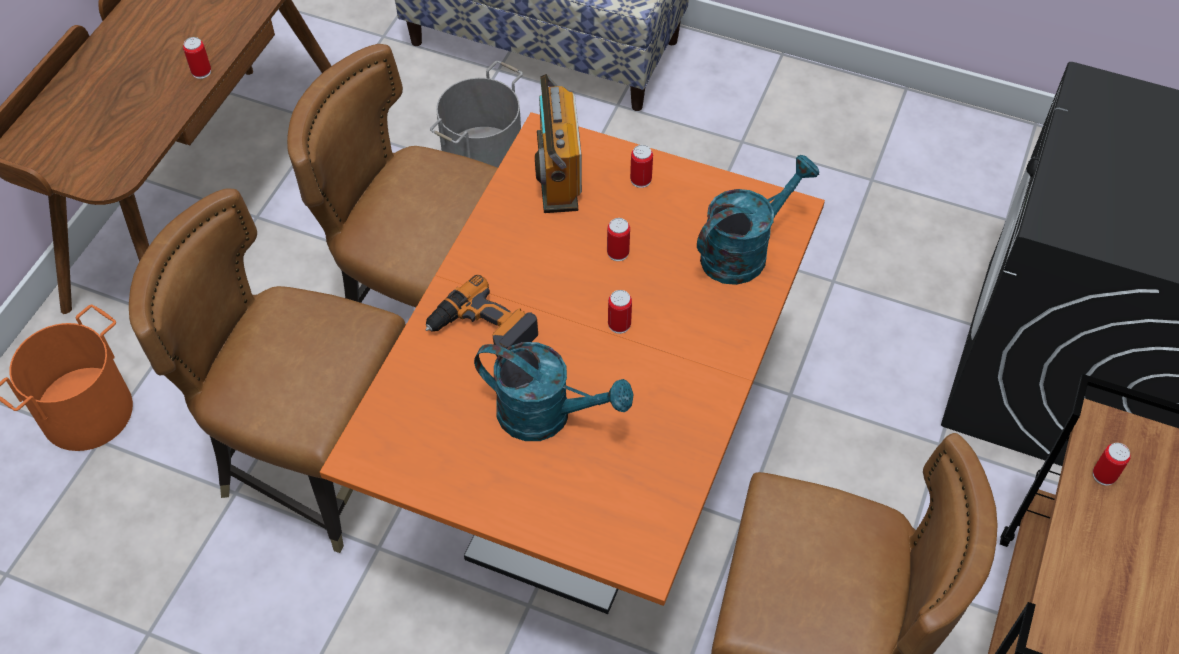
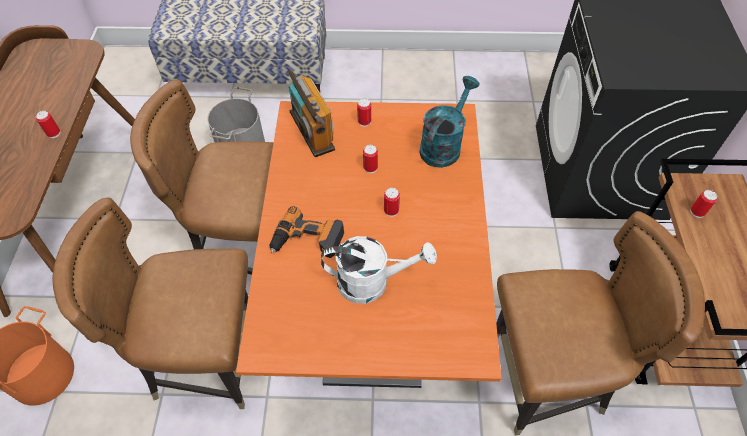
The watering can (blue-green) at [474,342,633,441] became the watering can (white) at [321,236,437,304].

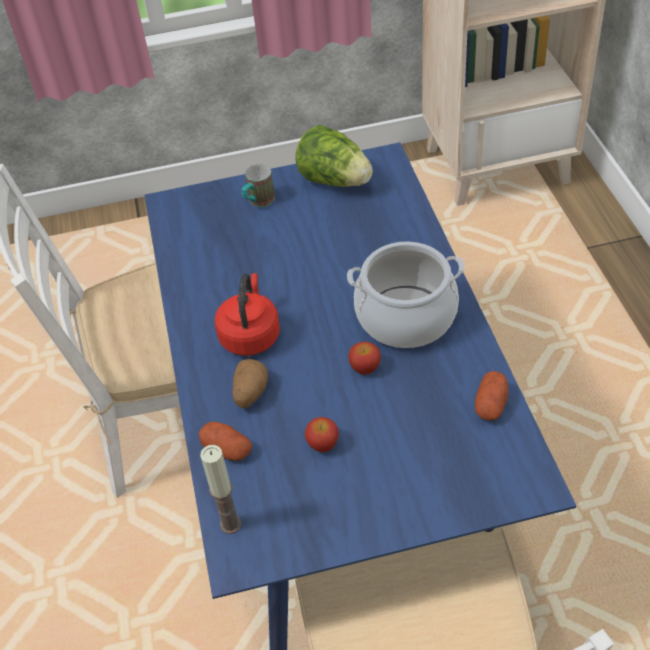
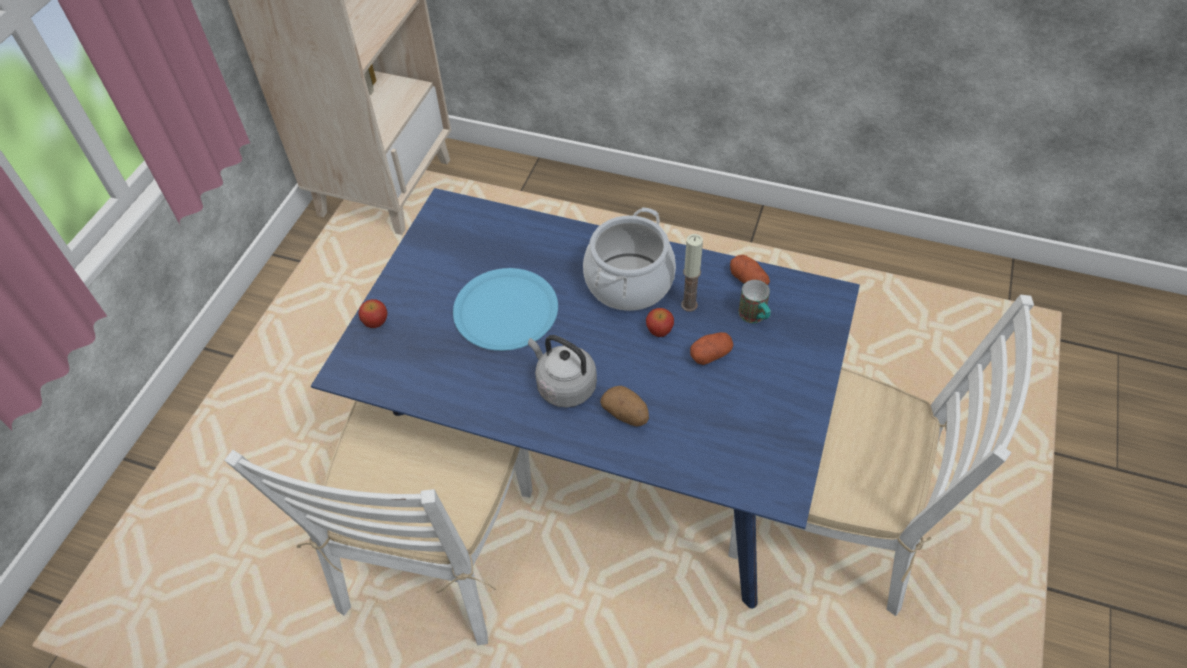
The spud moved from [199,422,252,461] to [690,332,733,365]. The wax candle moved from [200,445,241,534] to [681,234,703,312]. The kettle (red-coloured) at [215,273,280,356] became the kettle (greyish) at [528,335,597,408]. The mug moved from [242,164,275,207] to [739,280,771,323]. The head of lettuce at [295,125,373,187] disappeared. The apple moved from [305,417,339,452] to [358,299,388,328]. The flat dish (blue) at [453,268,558,351] appeared.

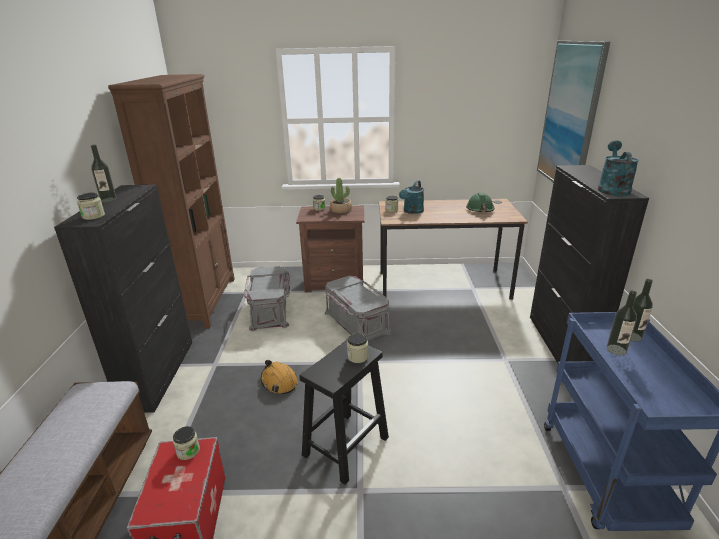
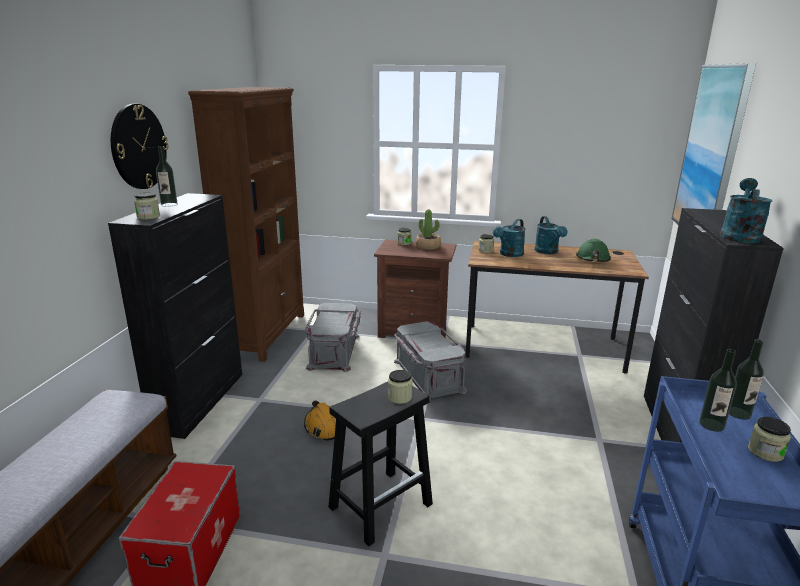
The preserve jar moved from [173,426,200,460] to [748,417,791,462]. The hanging clock at [111,104,168,189] appeared. The watering can (blue-green) at [535,216,568,254] appeared.

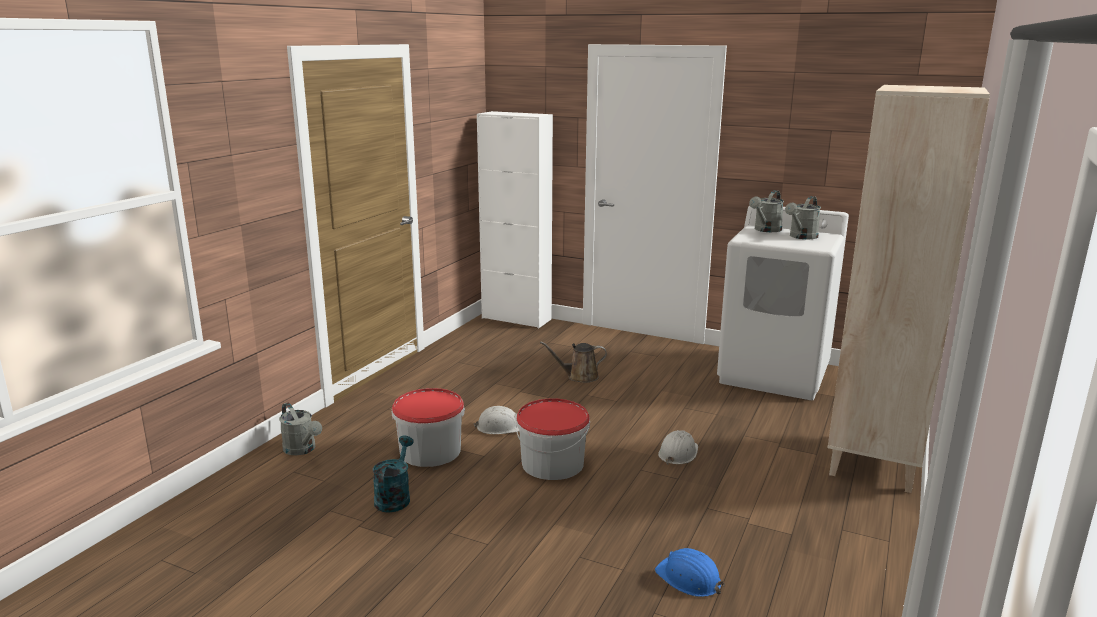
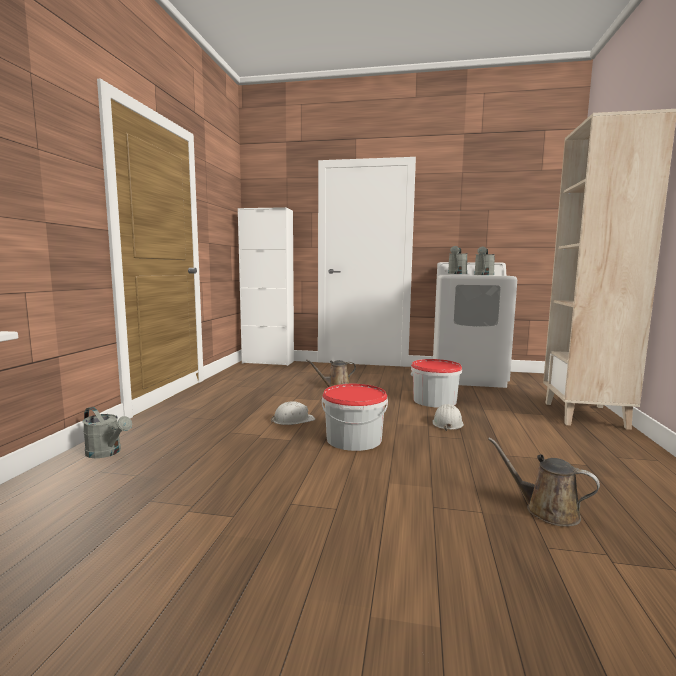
The watering can (blue-green) at [373,436,414,513] disappeared. The bucket moved from [392,388,465,467] to [411,359,462,408]. The safety helmet (blue) at [655,548,725,597] was replaced by the watering can (brown) at [488,437,600,527].

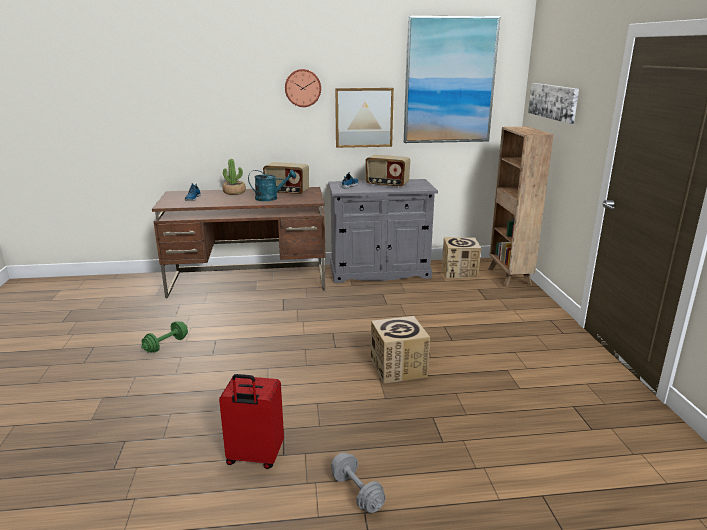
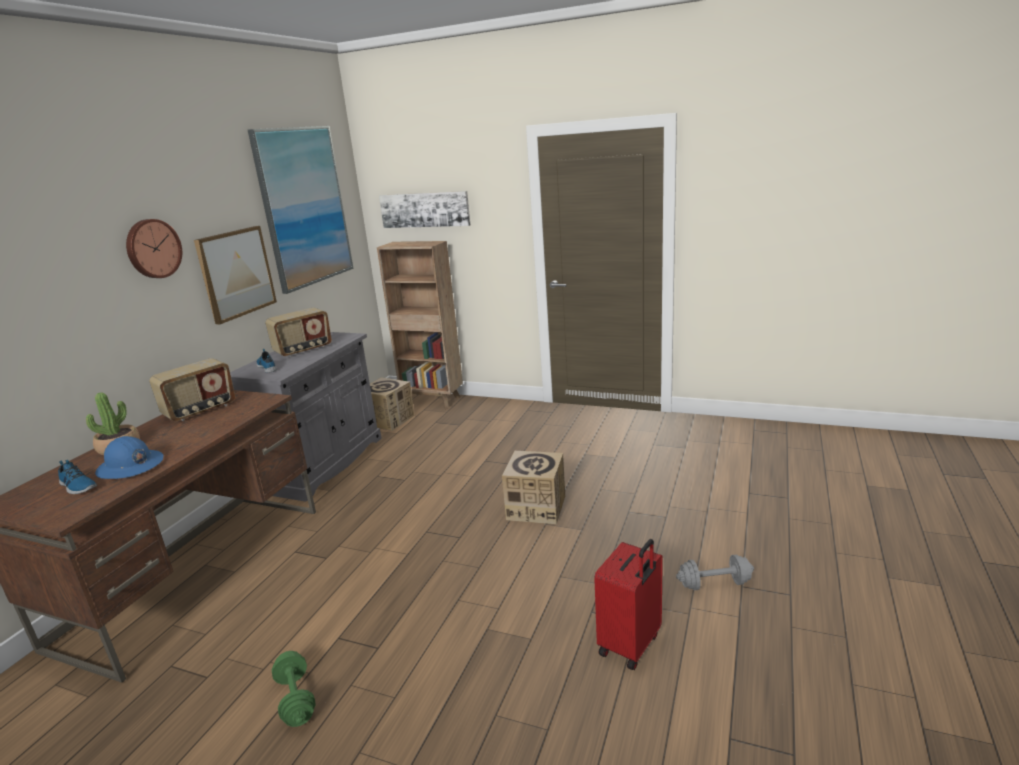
The watering can (blue-green) at [248,170,296,201] disappeared. The safety helmet (blue) at [95,436,164,479] appeared.

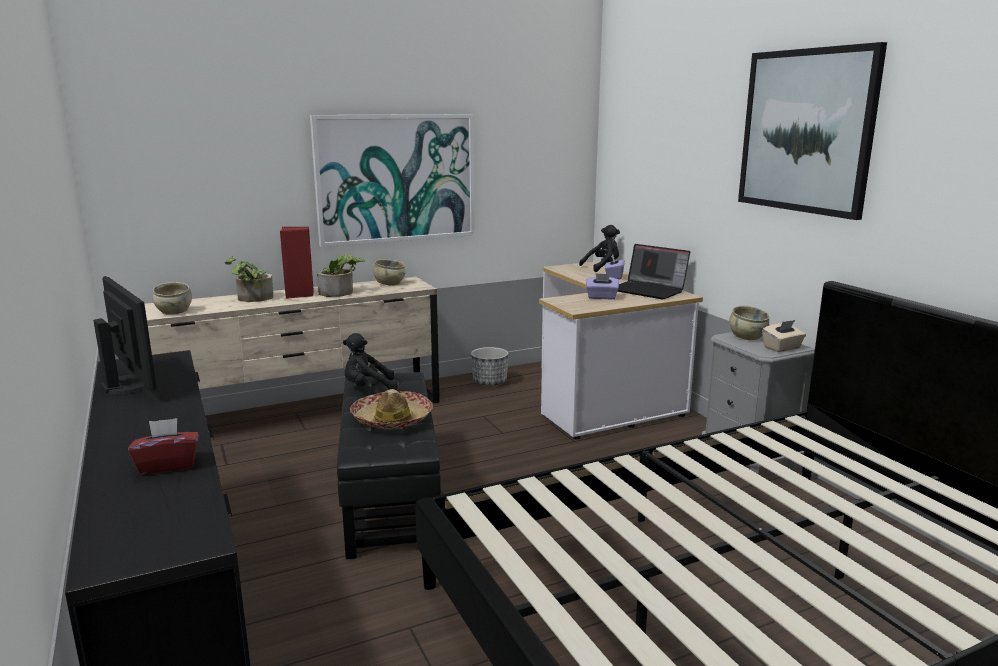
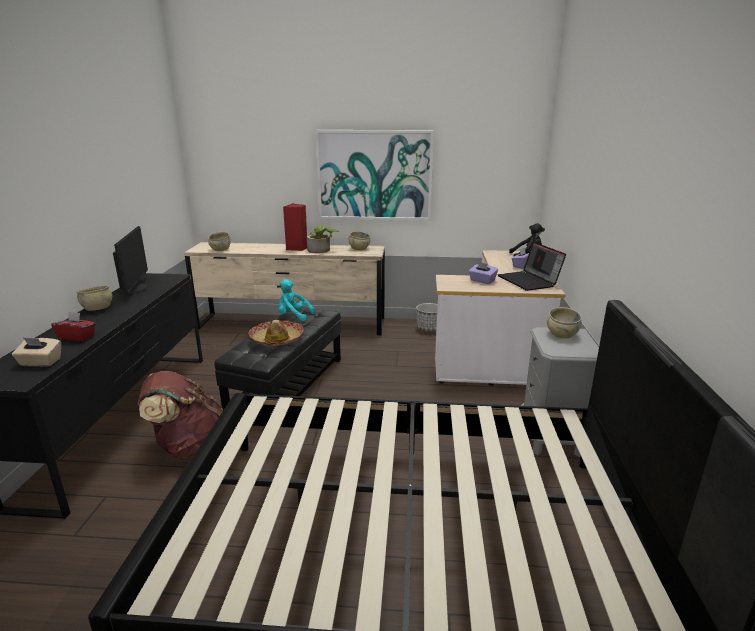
The houseplant at [225,256,273,302] disappeared. The cuddly toy (black) at [343,333,398,390] became the cuddly toy (blue-green) at [278,279,315,321]. The picture at [738,42,887,220] disappeared. The tissue box (beige-coloured) moved from [762,320,806,352] to [12,338,61,367]. The deep dish (beige-coloured) at [77,285,112,311] appeared. The rucksack (brown) at [137,371,223,458] appeared.

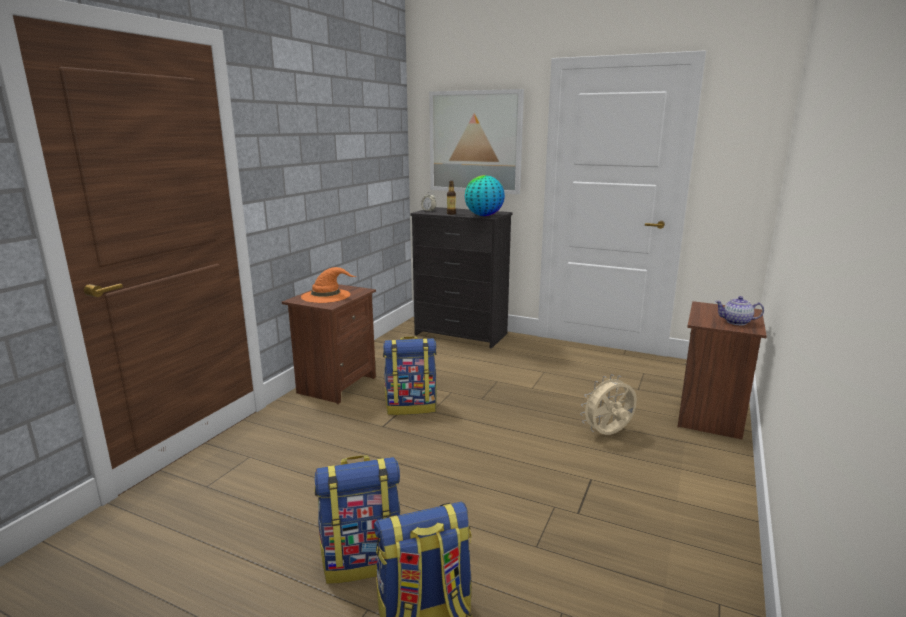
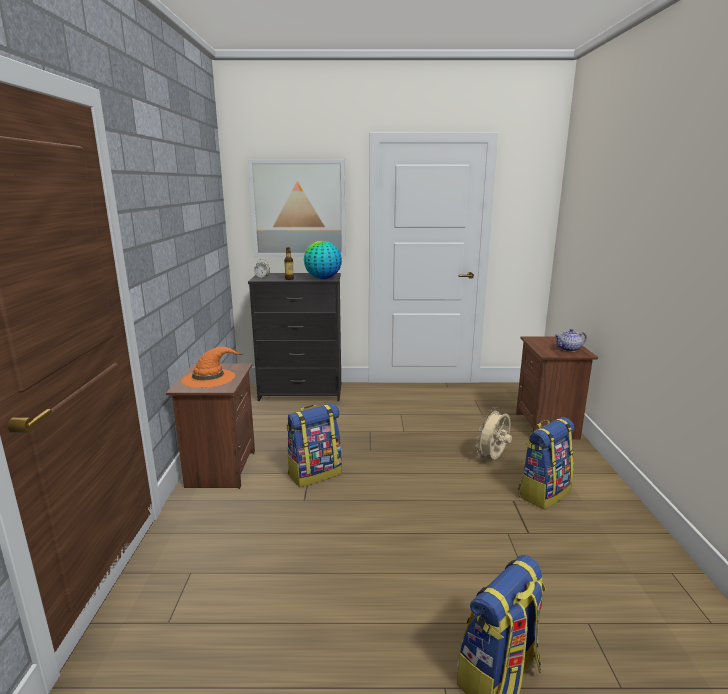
The rucksack moved from [314,455,400,584] to [518,417,575,509].

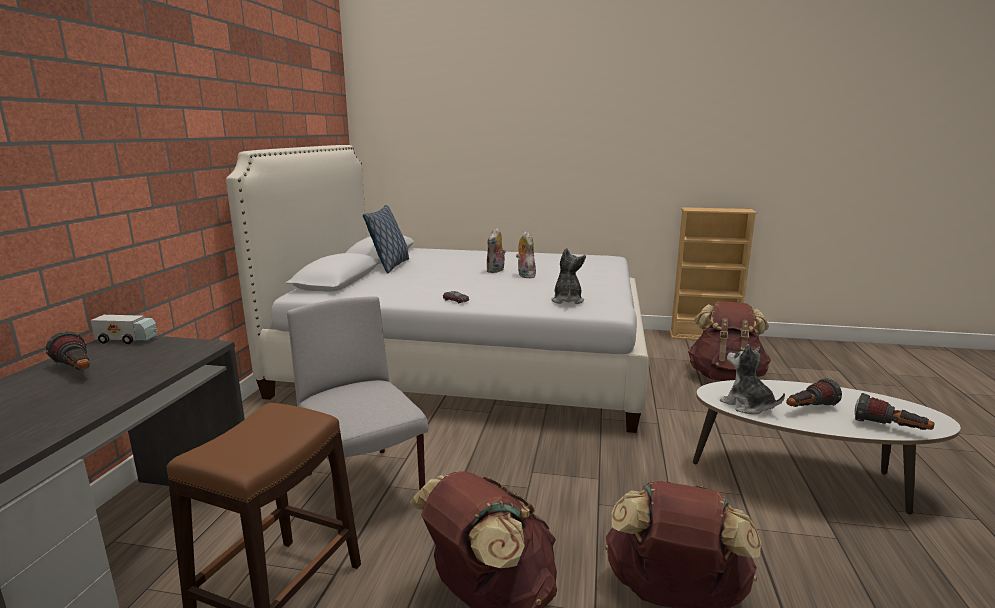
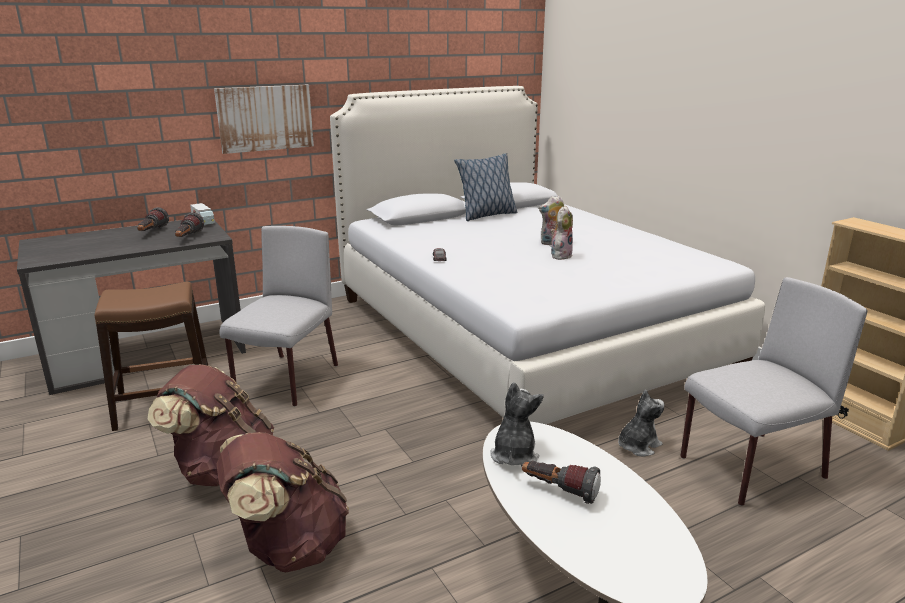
The cuddly toy moved from [551,248,586,304] to [618,390,664,457]. The rucksack (brown) at [688,301,771,381] was replaced by the plain chair (greyish) at [680,277,868,506]. The hand torch moved from [855,393,934,430] to [175,212,204,237]. The picture at [214,85,314,154] appeared.

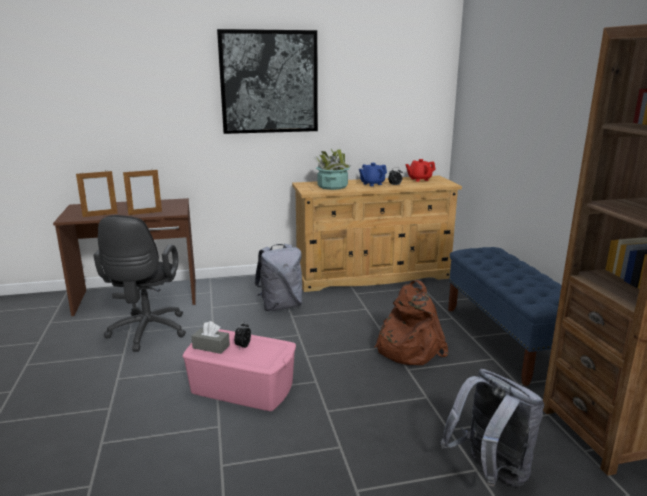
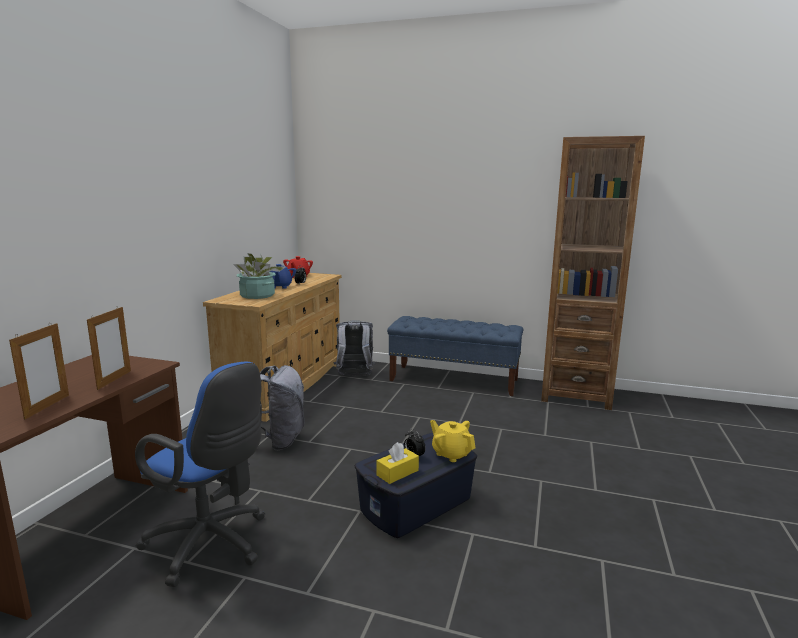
The desk chair (black) at [93,215,186,352] became the desk chair (blue) at [135,362,265,587]. The storage container (pinkish) at [182,329,296,411] became the storage container (blue) at [354,433,477,538]. The tissue box (greyish) at [192,321,230,354] became the tissue box (yellow) at [377,442,419,484]. The picture at [217,29,318,134] disappeared. The rucksack (brown) at [374,280,448,365] disappeared. The rucksack (greyish) moved from [440,369,544,487] to [333,320,376,376]. The tea pot (yellow) at [430,420,476,462] appeared.

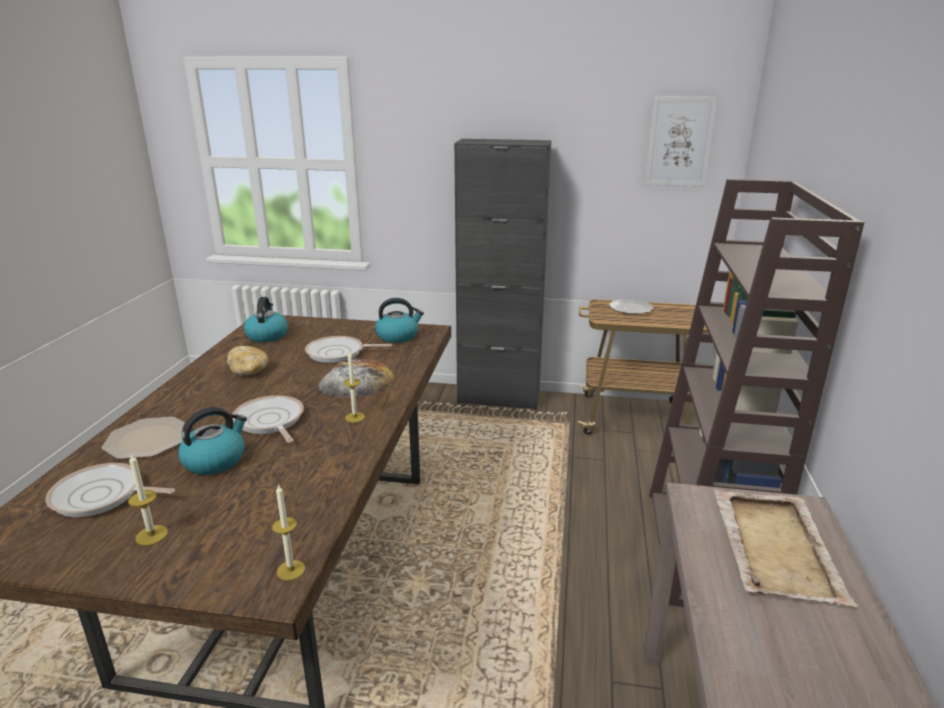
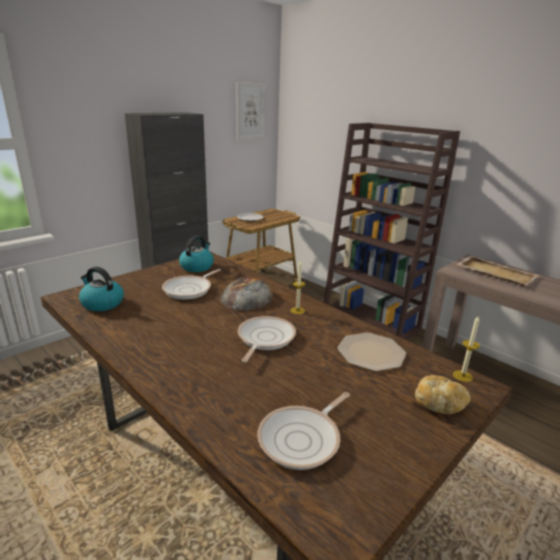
The flat dish moved from [102,417,185,459] to [337,333,406,371]. The wax candle at [128,453,168,545] disappeared. The kettle at [178,407,247,475] disappeared. The bread moved from [227,346,269,375] to [415,375,470,414]. The skillet at [232,395,304,443] turned 105 degrees clockwise.

